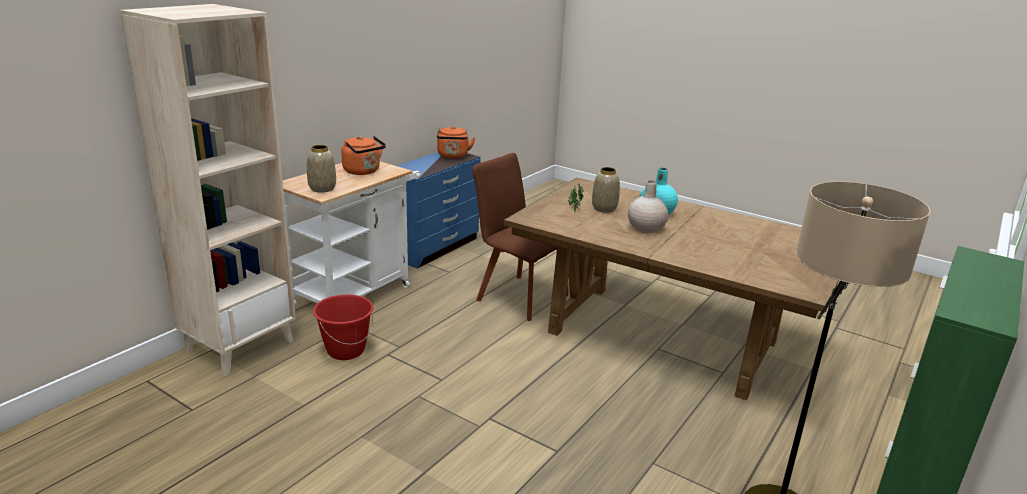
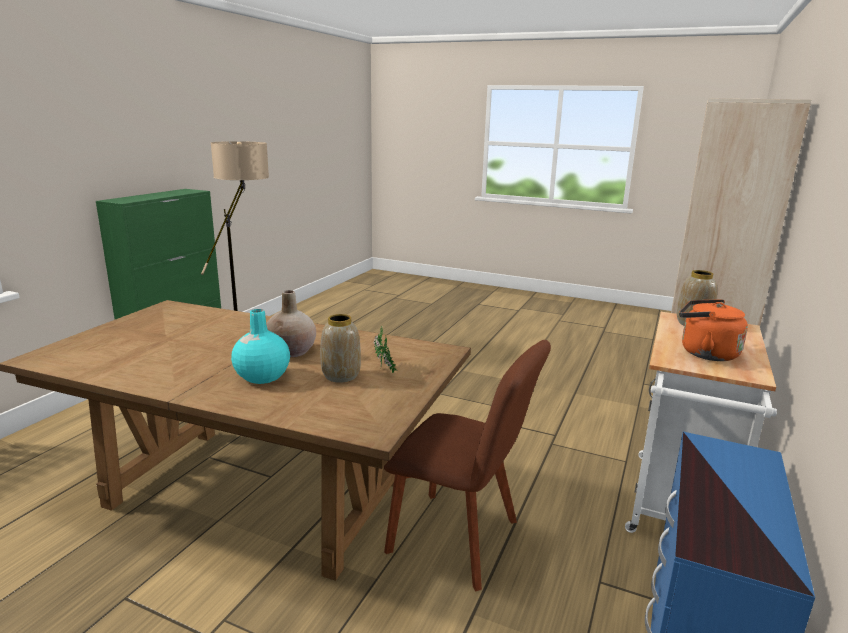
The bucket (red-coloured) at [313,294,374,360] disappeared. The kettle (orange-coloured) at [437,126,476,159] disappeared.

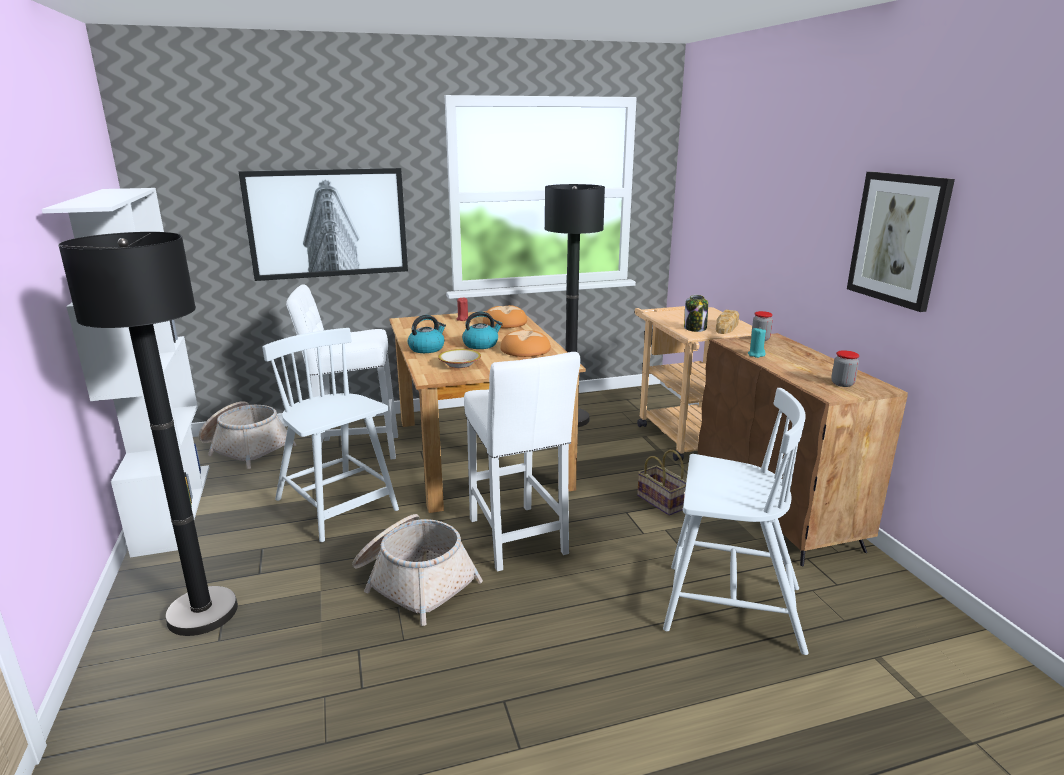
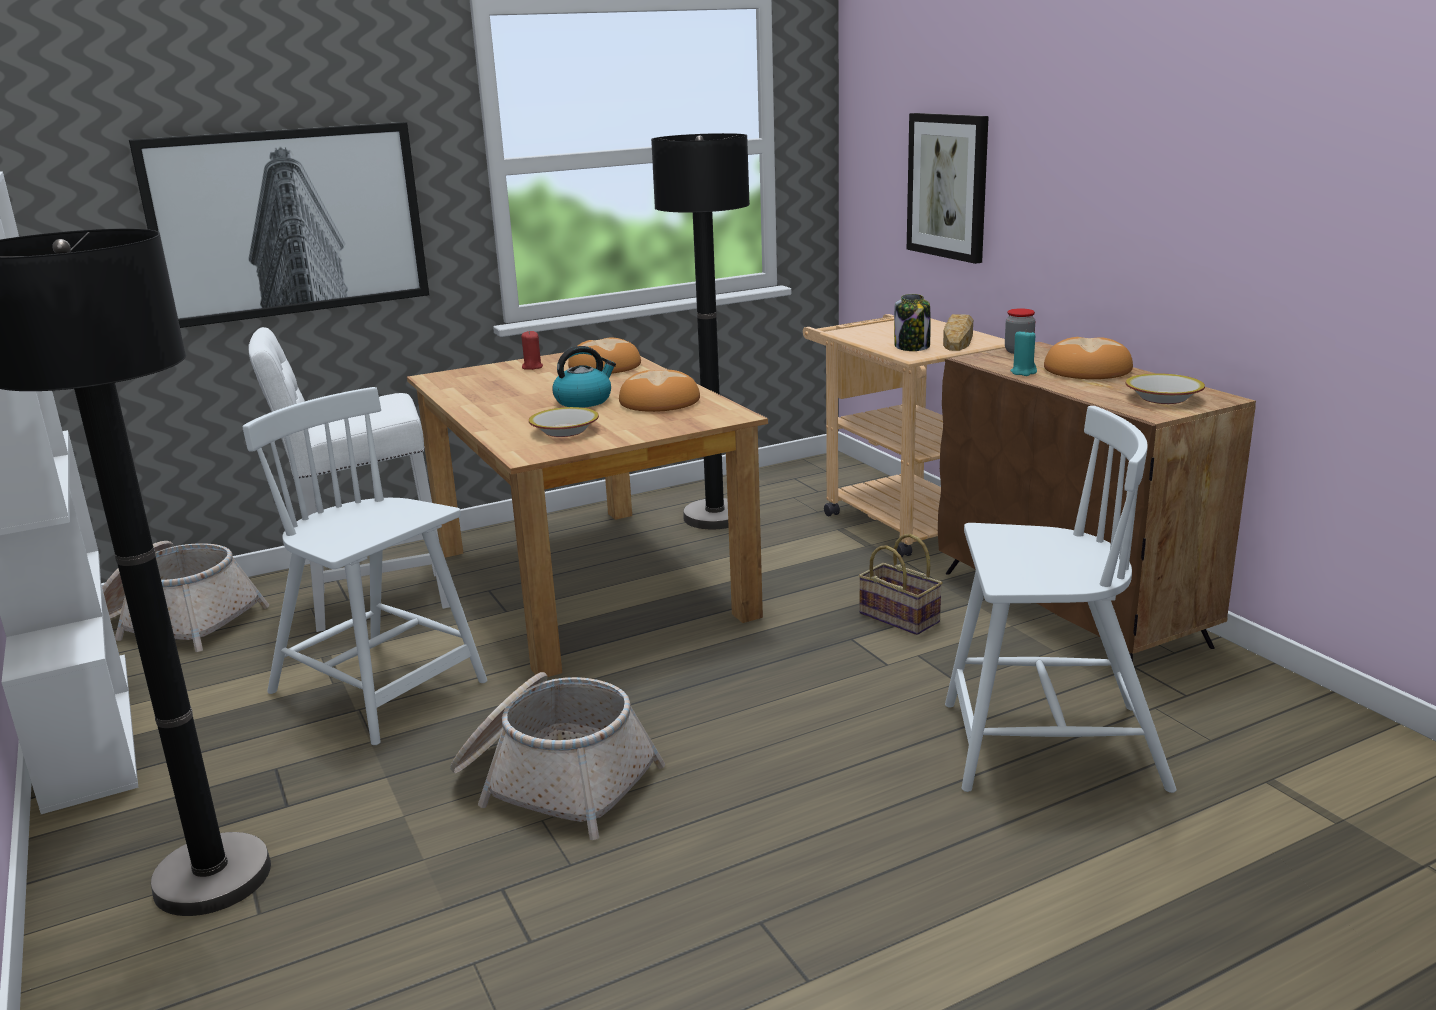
The kettle at [408,315,446,353] disappeared. The stool seat (white) at [464,352,581,572] disappeared. The preserve jar at [831,350,859,387] was replaced by the deep dish at [1125,373,1205,404]. The picture moved from [847,172,955,312] to [907,113,989,264]. The bread at [1044,337,1133,379] appeared.

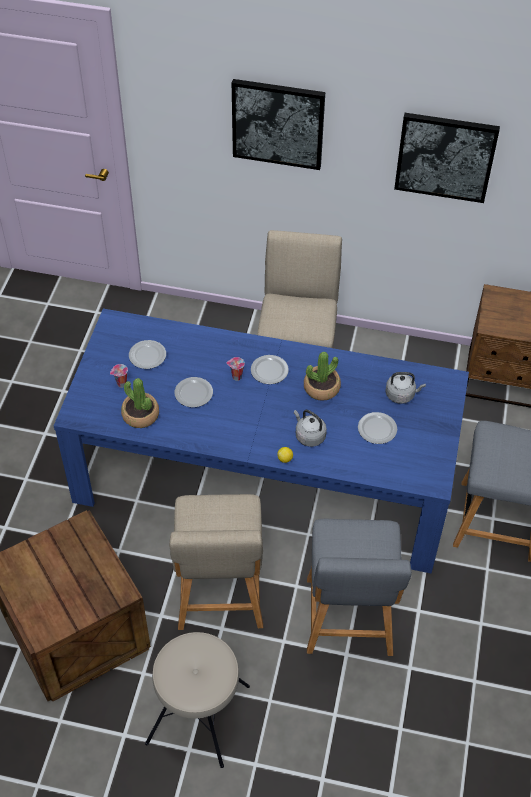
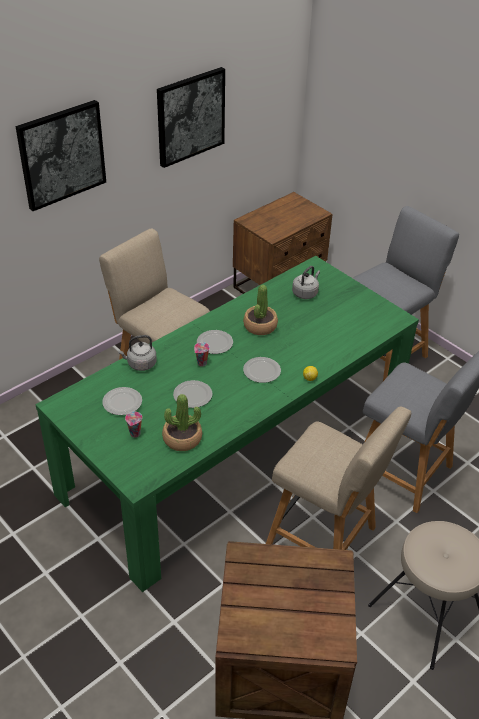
The dinner table (blue) at [54,309,469,573] became the dinner table (green) at [35,256,419,592]. The kettle (greyish) moved from [294,410,327,447] to [118,335,157,371]. The flat dish moved from [358,412,397,444] to [243,357,281,383].

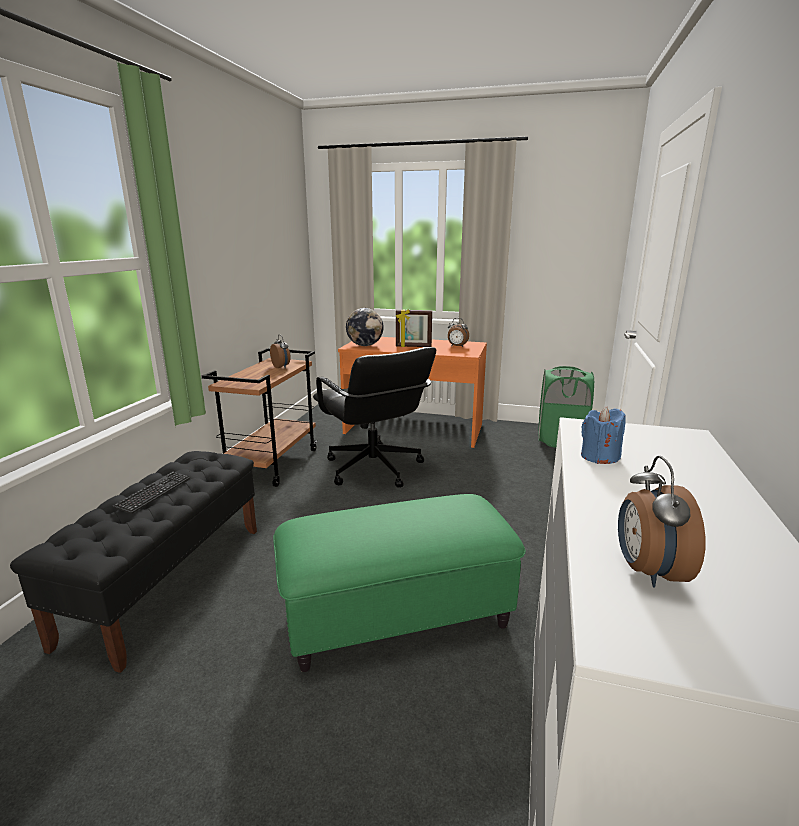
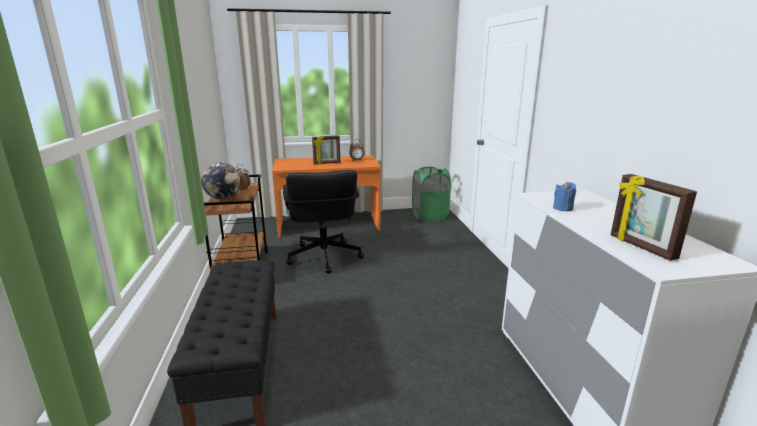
The keyboard at [112,472,190,514] disappeared. The pouffe (green) at [273,494,526,672] disappeared. The desk chair (black) at [313,347,436,487] turned 45 degrees clockwise. The globe moved from [346,308,384,346] to [201,162,241,200]. The bedside clock at [618,456,705,587] was replaced by the photo frame at [611,174,697,261].

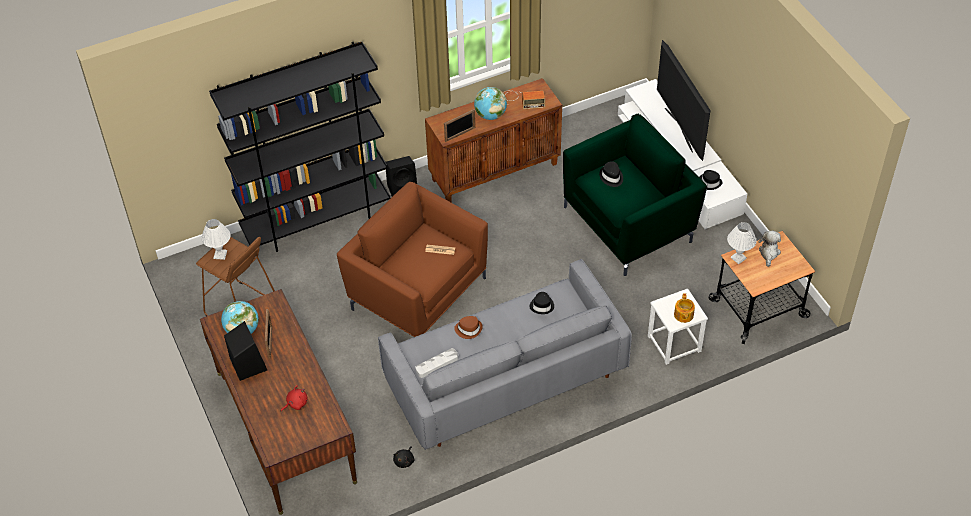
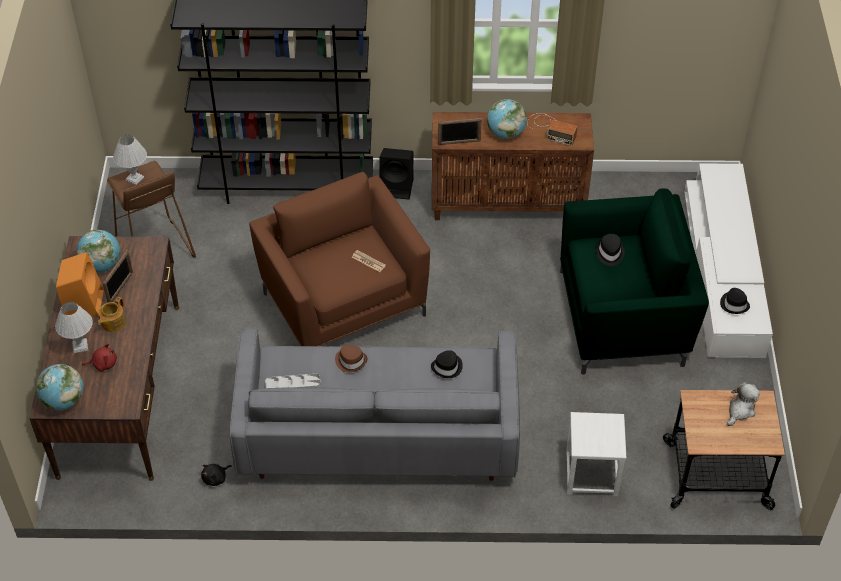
The speaker (black) at [224,321,267,381] became the speaker (orange-coloured) at [56,252,104,317]. The television at [657,40,711,161] disappeared. The tea pot moved from [674,293,695,323] to [98,297,126,332]. The table lamp (white) moved from [727,222,757,264] to [55,302,93,353]. The globe at [36,364,83,410] appeared.

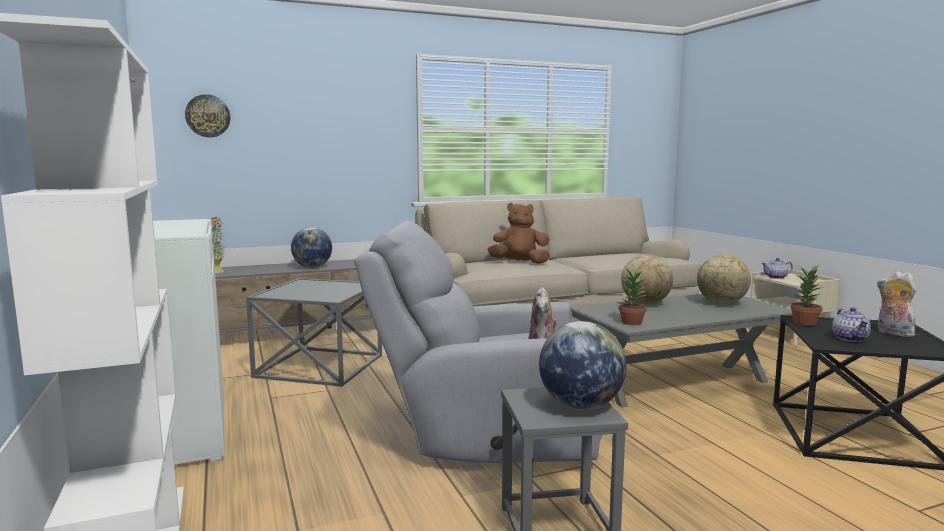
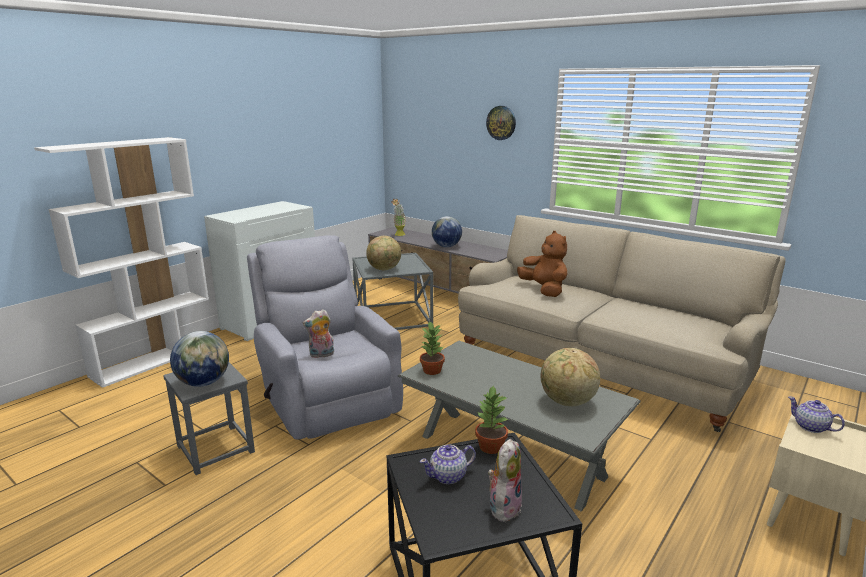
The hanging clock moved from [185,94,230,137] to [486,106,516,140]. The globe moved from [621,254,673,305] to [366,236,401,270].

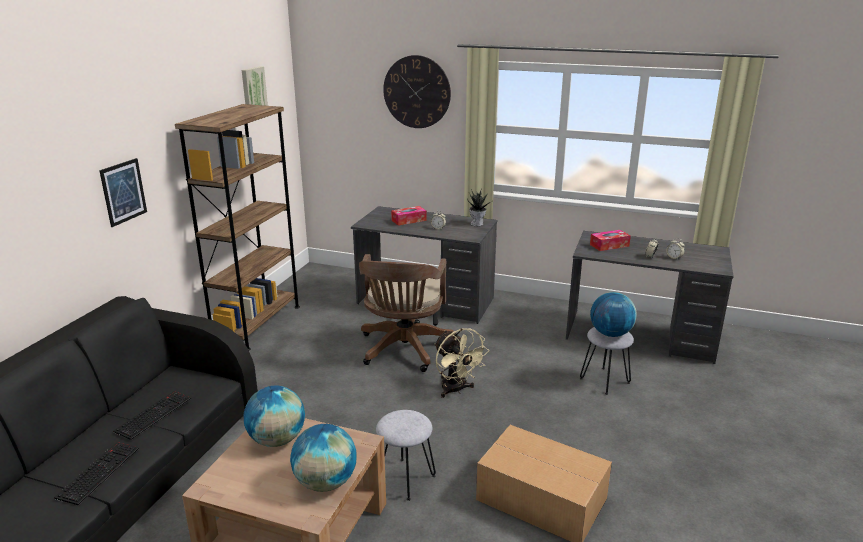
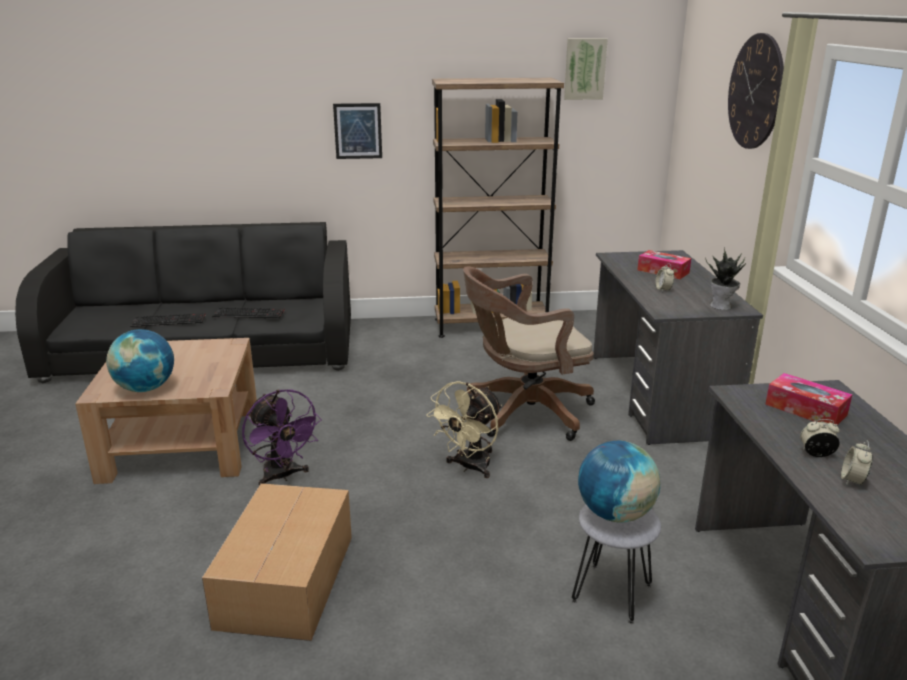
The globe at [244,386,305,447] disappeared. The stool seat (greyish) at [376,410,436,501] was replaced by the cooling fan (purple) at [242,389,322,486].

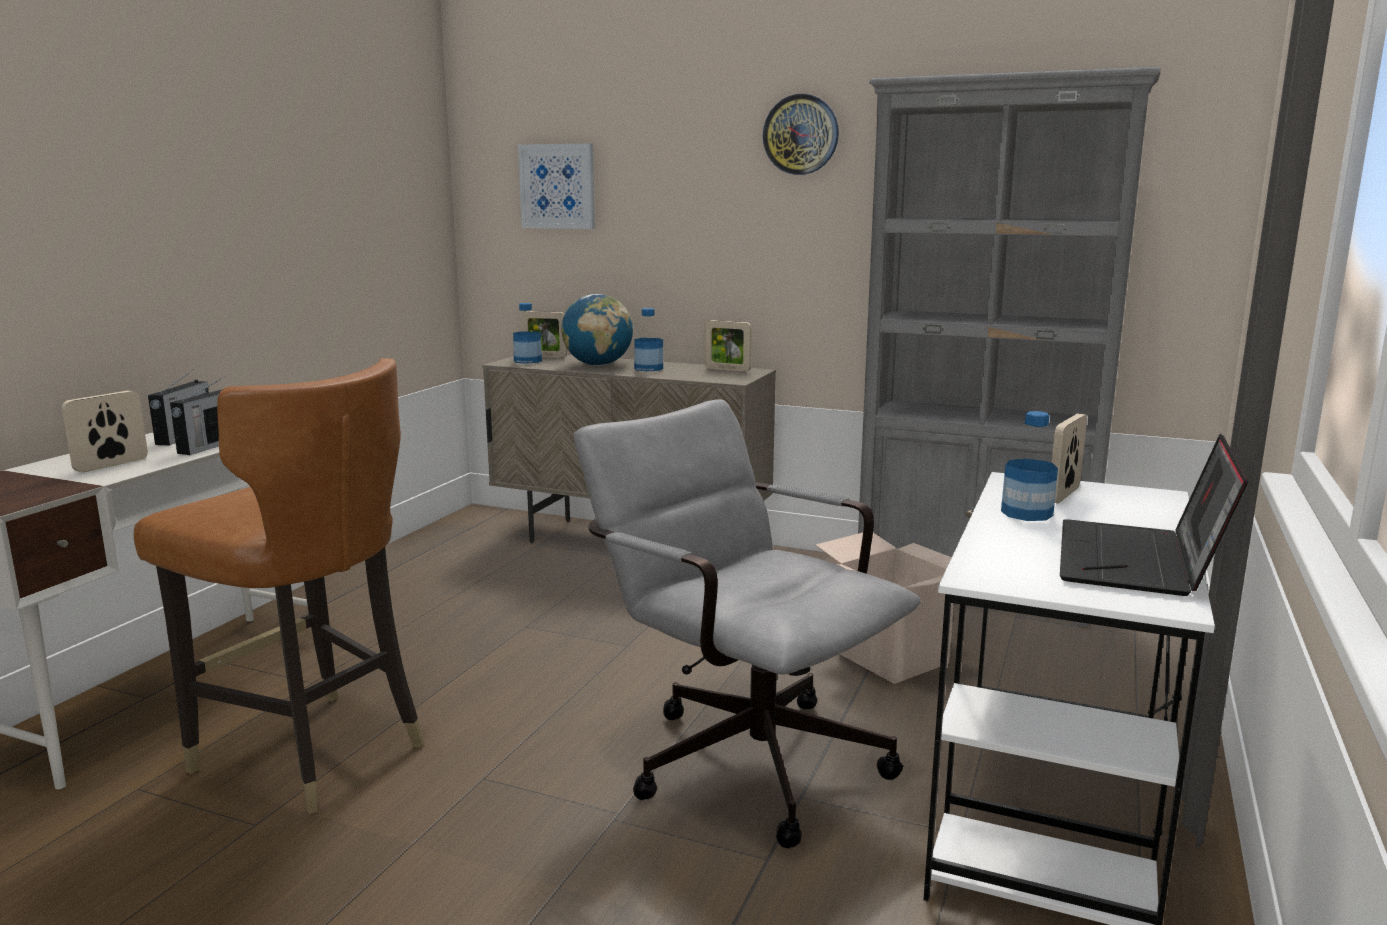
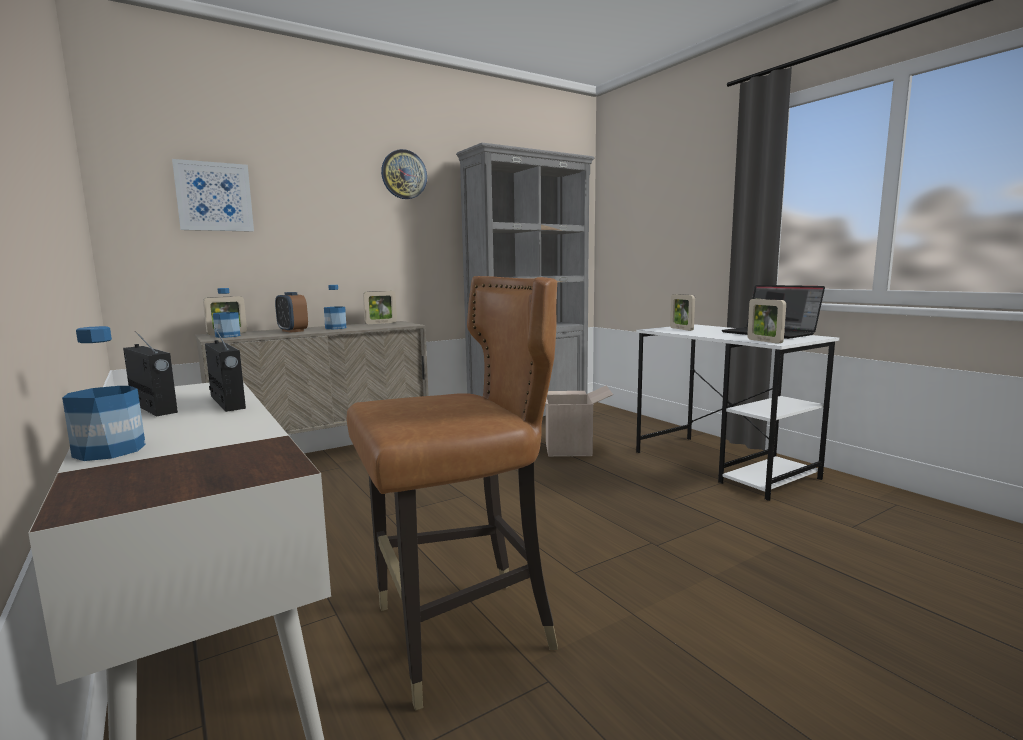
The photo frame moved from [62,391,148,472] to [747,299,786,344]. The globe at [561,294,633,366] was replaced by the bedside clock at [275,292,308,333]. The desk chair (greyish) at [574,399,921,848] disappeared. The bottle moved from [1001,411,1058,521] to [62,326,146,461].

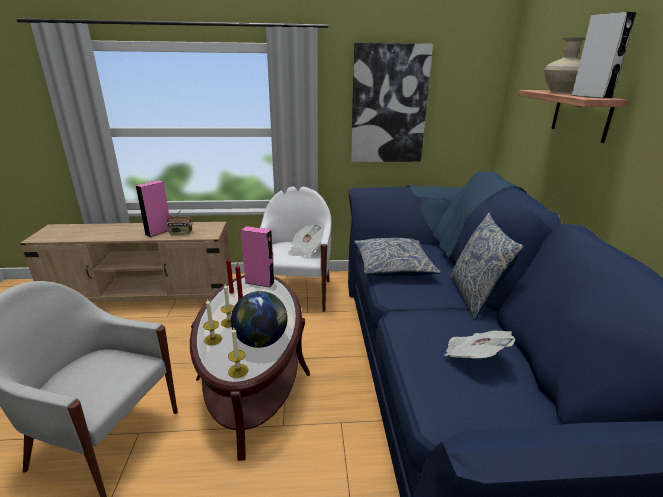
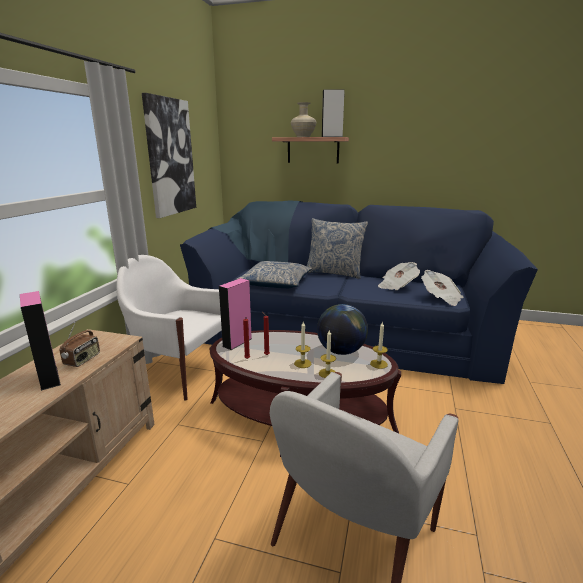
The daily paper moved from [288,224,324,257] to [421,270,463,306].

